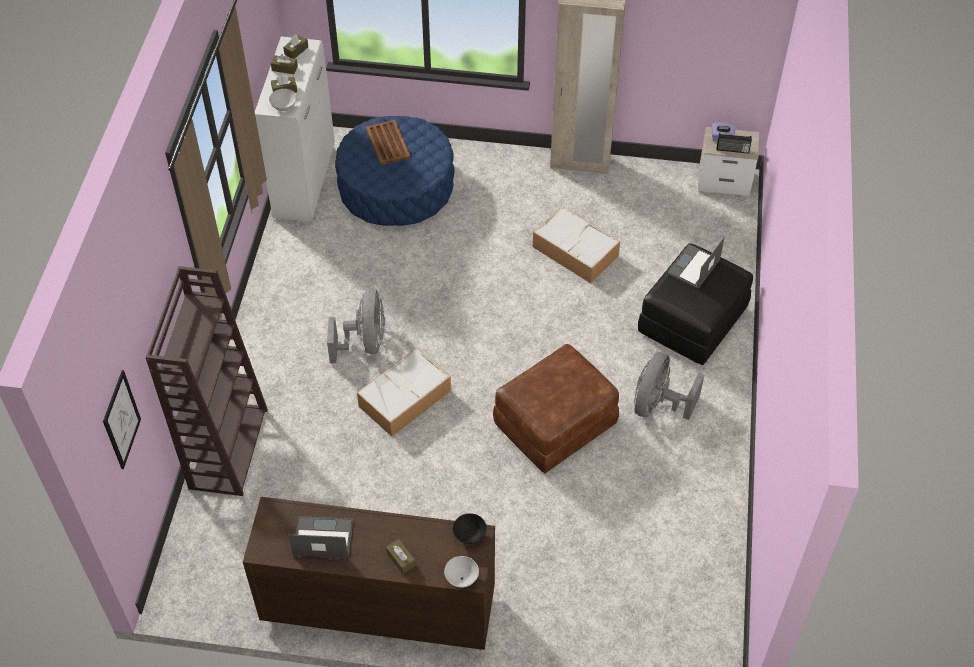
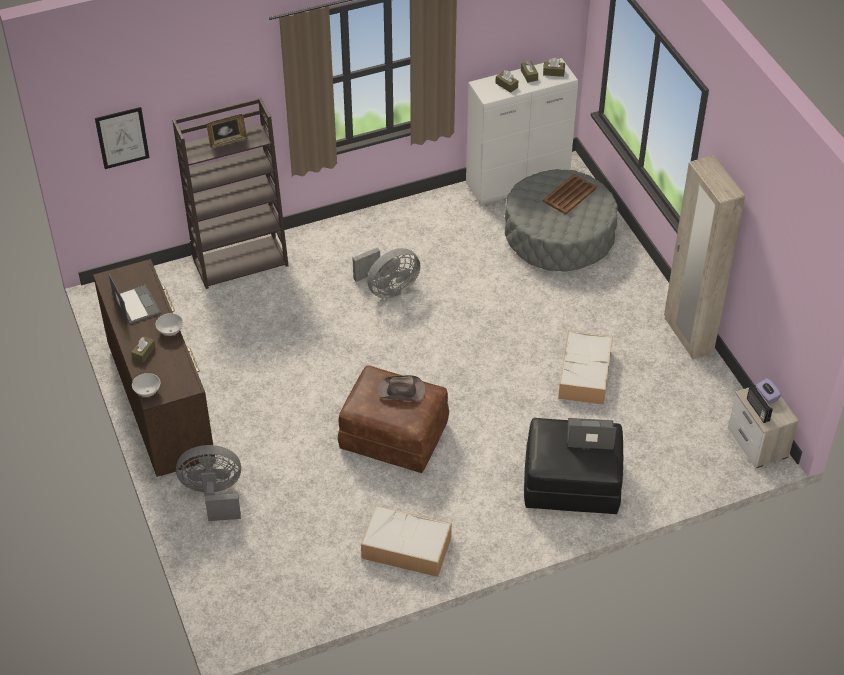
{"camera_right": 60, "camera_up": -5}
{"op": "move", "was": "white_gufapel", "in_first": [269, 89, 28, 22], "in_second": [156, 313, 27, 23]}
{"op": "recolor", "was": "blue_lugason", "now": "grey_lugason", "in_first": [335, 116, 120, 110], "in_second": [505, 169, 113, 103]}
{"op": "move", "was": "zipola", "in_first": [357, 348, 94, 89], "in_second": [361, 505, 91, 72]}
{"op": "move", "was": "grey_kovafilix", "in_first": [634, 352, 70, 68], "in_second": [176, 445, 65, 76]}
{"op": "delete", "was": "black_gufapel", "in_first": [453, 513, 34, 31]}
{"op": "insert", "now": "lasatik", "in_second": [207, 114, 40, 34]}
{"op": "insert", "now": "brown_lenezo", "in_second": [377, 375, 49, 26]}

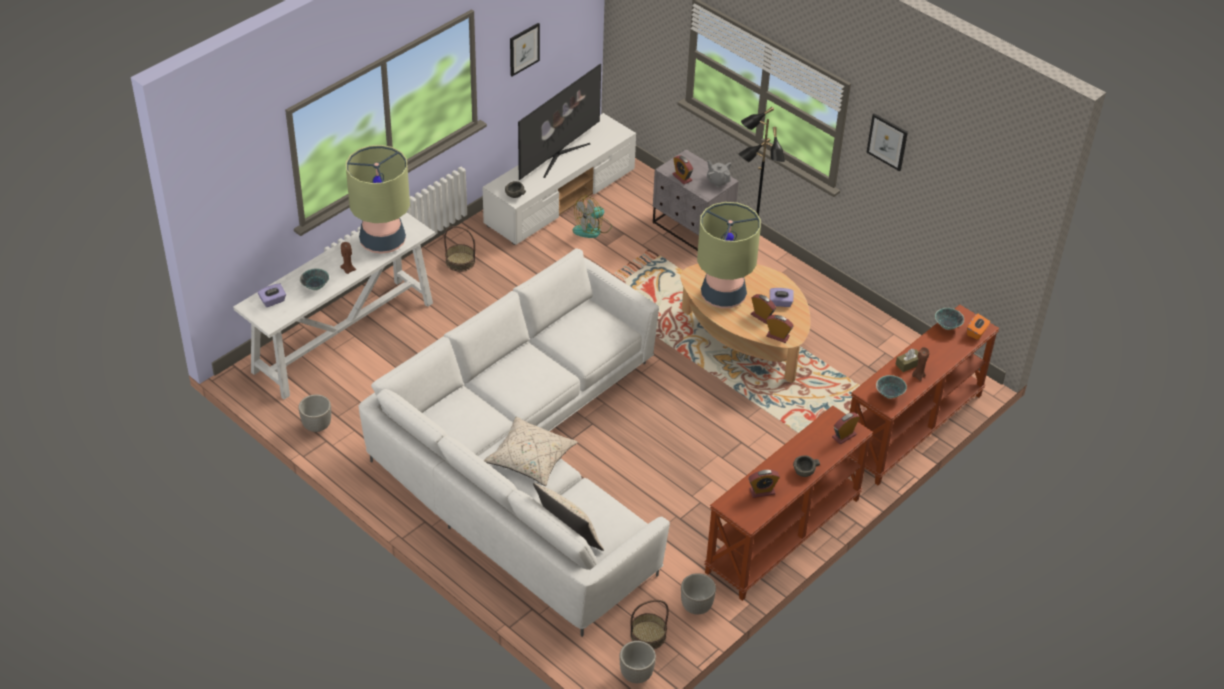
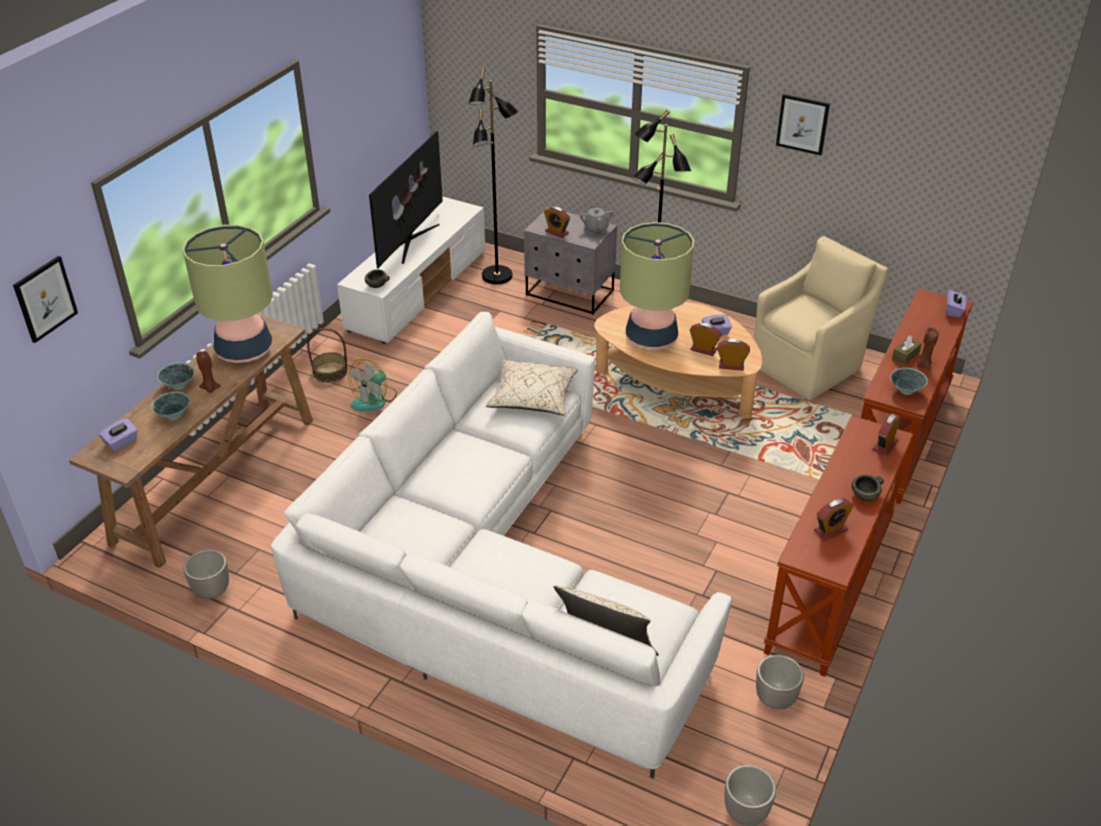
{"camera_right": -15, "camera_up": -5}
{"op": "move", "was": "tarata", "in_first": [510, 23, 30, 53], "in_second": [13, 256, 65, 87]}
{"op": "rotate", "was": "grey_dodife", "in_first": [707, 160, 24, 27], "in_second": [580, 204, 33, 30], "clockwise": 45}
{"op": "move", "was": "kovafilix", "in_first": [572, 195, 40, 43], "in_second": [348, 359, 49, 52]}
{"op": "recolor", "was": "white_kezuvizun", "now": "brown_kezuvizun", "in_first": [233, 212, 202, 188], "in_second": [69, 313, 244, 255]}
{"op": "move", "was": "gufapel", "in_first": [935, 308, 29, 22], "in_second": [157, 363, 38, 26]}
{"op": "recolor", "was": "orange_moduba", "now": "purple_moduba", "in_first": [967, 314, 23, 26], "in_second": [946, 290, 20, 28]}
{"op": "move", "was": "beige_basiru", "in_first": [484, 417, 93, 69], "in_second": [486, 359, 92, 57]}
{"op": "delete", "was": "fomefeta", "in_first": [630, 600, 39, 49]}
{"op": "insert", "now": "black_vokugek", "in_second": [468, 68, 51, 216]}
{"op": "insert", "now": "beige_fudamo", "in_second": [754, 236, 134, 164]}

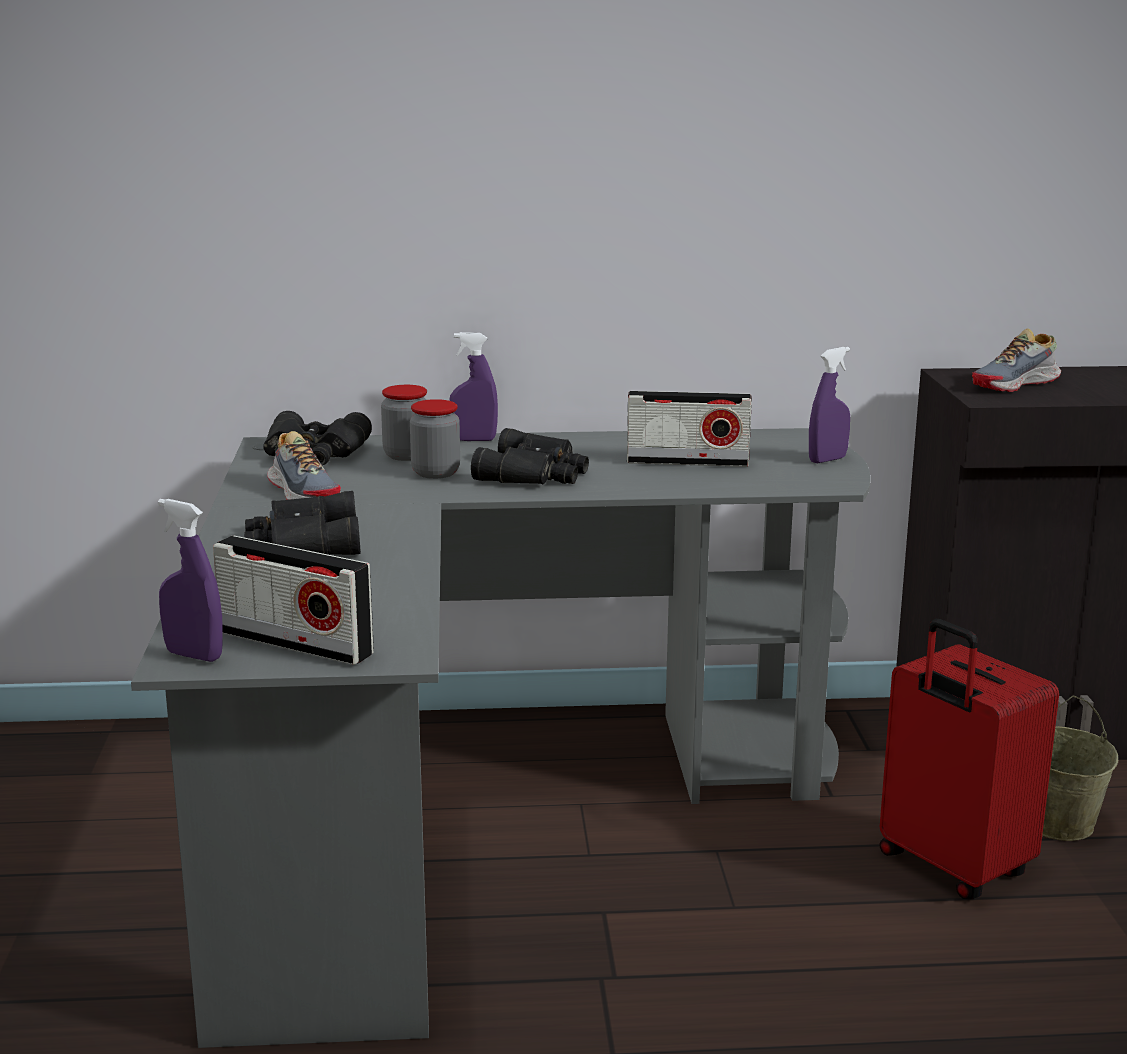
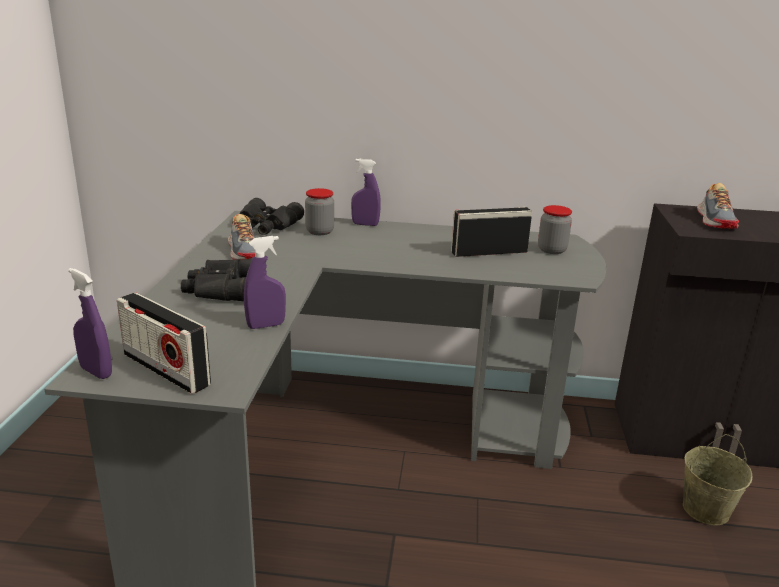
{"camera_right": 10, "camera_up": 5}
{"op": "rotate", "was": "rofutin", "in_first": [972, 328, 89, 64], "in_second": [697, 183, 42, 46], "clockwise": -60}
{"op": "move", "was": "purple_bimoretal", "in_first": [809, 347, 41, 116], "in_second": [244, 236, 42, 93]}
{"op": "rotate", "was": "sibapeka", "in_first": [627, 391, 125, 76], "in_second": [451, 207, 81, 50], "clockwise": 150}
{"op": "move", "was": "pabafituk", "in_first": [410, 399, 50, 80], "in_second": [538, 205, 34, 49]}
{"op": "delete", "was": "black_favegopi", "in_first": [471, 428, 118, 56]}
{"op": "delete", "was": "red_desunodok", "in_first": [879, 619, 180, 280]}

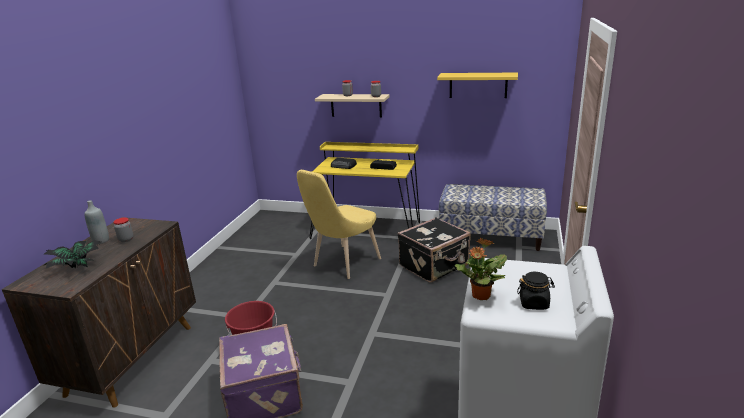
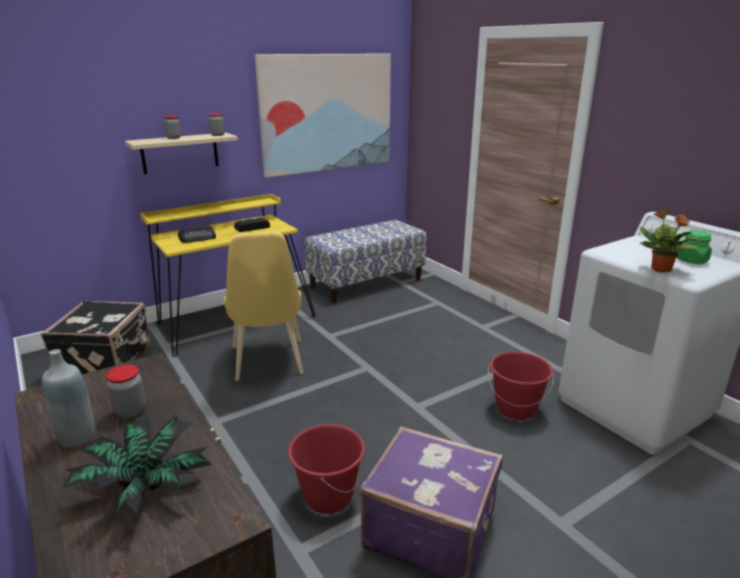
{"camera_right": -50, "camera_up": 0}
{"op": "replace", "was": "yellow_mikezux", "now": "tarata", "in_first": [437, 73, 81, 25], "in_second": [255, 54, 136, 124]}
{"op": "move", "was": "black_desunodok", "in_first": [398, 217, 73, 65], "in_second": [41, 300, 110, 74]}
{"op": "recolor", "was": "black_pabafituk", "now": "green_pabafituk", "in_first": [517, 272, 38, 38], "in_second": [677, 230, 35, 34]}
{"op": "insert", "now": "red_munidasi", "in_second": [488, 352, 66, 68]}

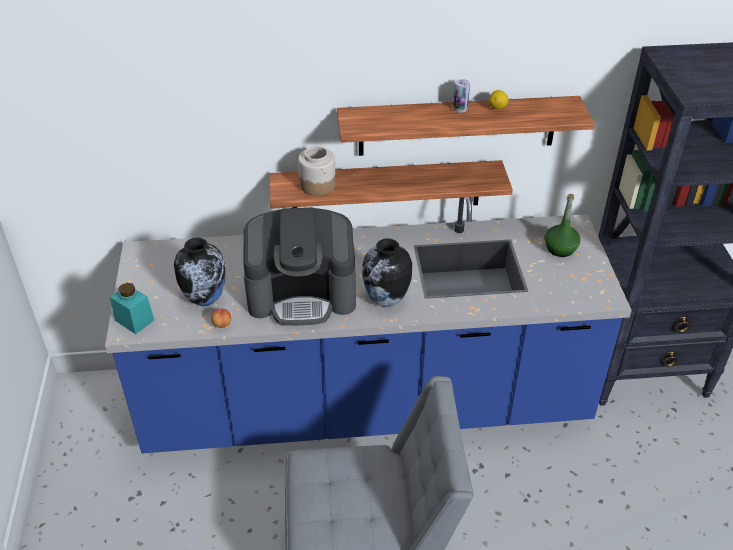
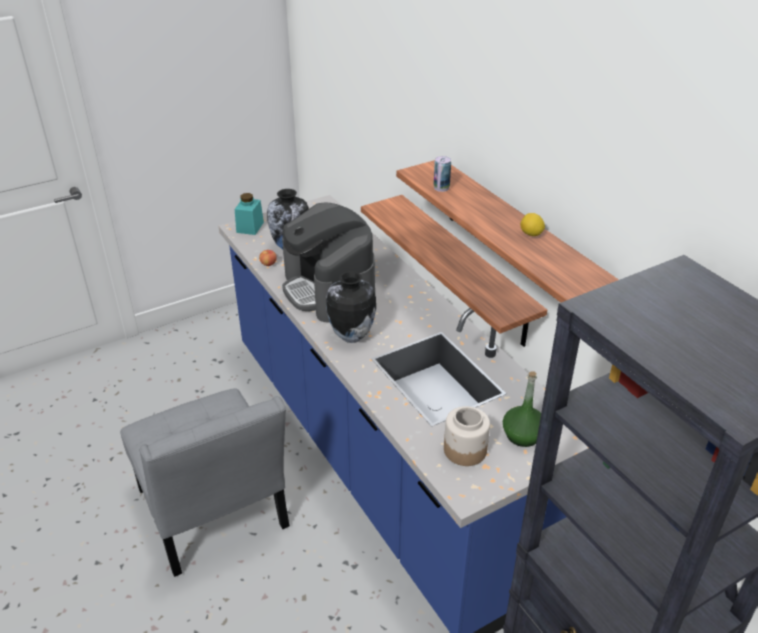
{"camera_right": 65, "camera_up": -5}
{"op": "move", "was": "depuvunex", "in_first": [453, 79, 17, 34], "in_second": [434, 156, 17, 36]}
{"op": "move", "was": "pabafituk", "in_first": [298, 146, 38, 50], "in_second": [444, 406, 46, 60]}

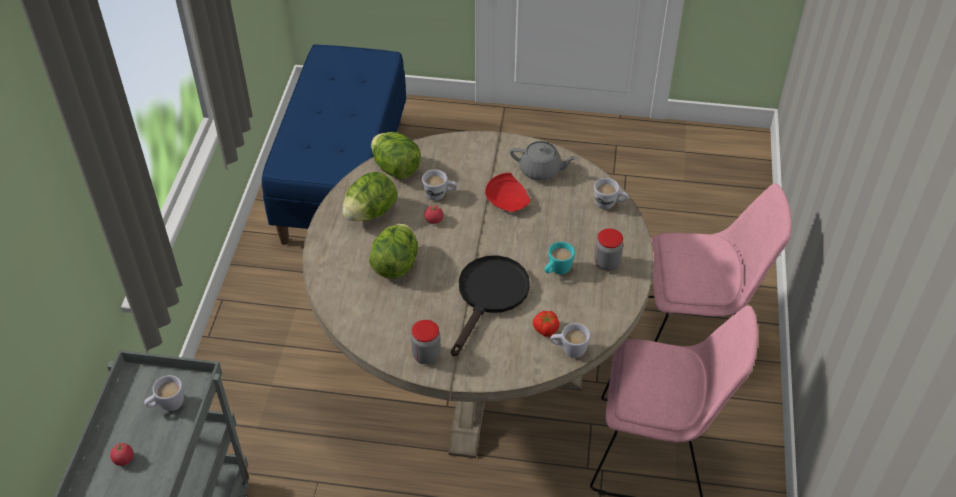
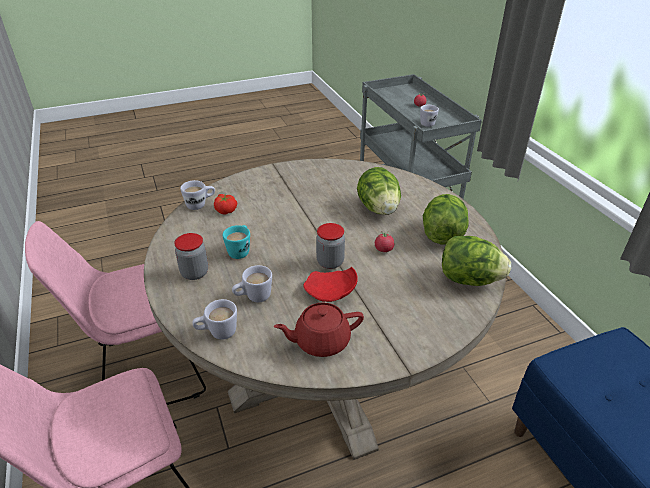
{"camera_right": 150, "camera_up": -10}
{"op": "recolor", "was": "grey_dodife", "now": "red_dodife", "in_first": [510, 141, 67, 40], "in_second": [274, 303, 90, 54]}
{"op": "move", "was": "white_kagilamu", "in_first": [422, 169, 35, 32], "in_second": [232, 265, 40, 37]}
{"op": "delete", "was": "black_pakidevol", "in_first": [451, 255, 79, 102]}
{"op": "move", "was": "pabafituk", "in_first": [411, 320, 30, 44], "in_second": [316, 223, 29, 46]}

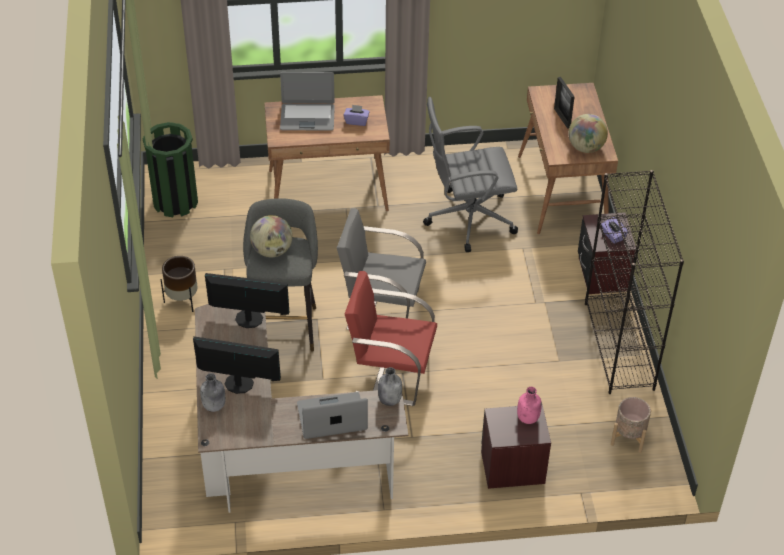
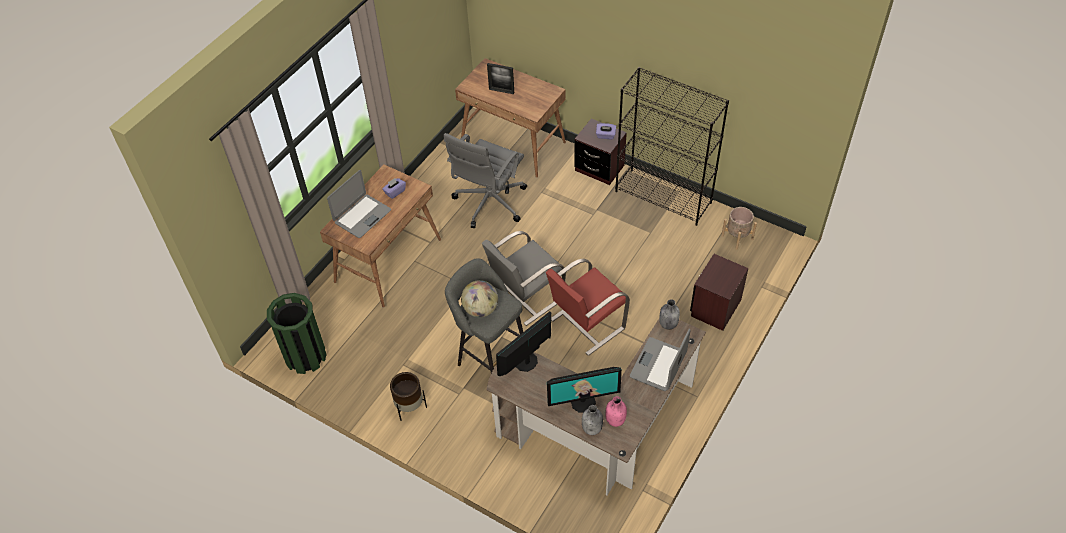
{"camera_right": -50, "camera_up": 5}
{"op": "delete", "was": "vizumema", "in_first": [568, 114, 40, 39]}
{"op": "rotate", "was": "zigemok", "in_first": [193, 336, 88, 58], "in_second": [547, 367, 75, 46], "clockwise": -150}
{"op": "move", "was": "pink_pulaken", "in_first": [517, 387, 25, 37], "in_second": [605, 396, 22, 31]}

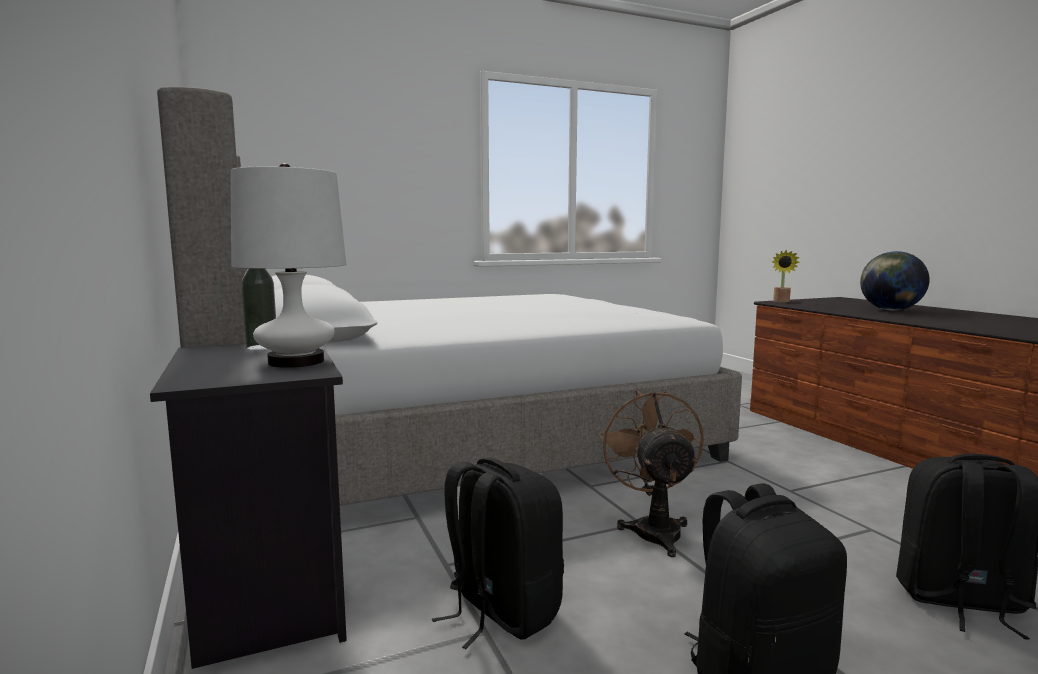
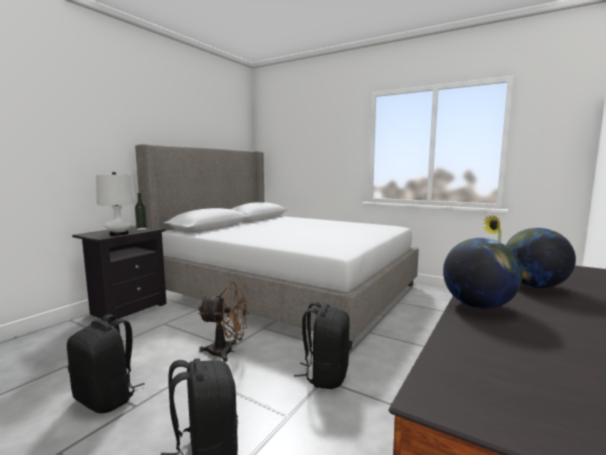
{"camera_right": 55, "camera_up": 0}
{"op": "rotate", "was": "brown_kovafilix", "in_first": [599, 390, 105, 167], "in_second": [198, 282, 52, 80], "clockwise": 45}
{"op": "move", "was": "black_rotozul", "in_first": [432, 458, 132, 191], "in_second": [294, 302, 56, 87]}
{"op": "insert", "now": "vizumema", "in_second": [443, 238, 80, 71]}

